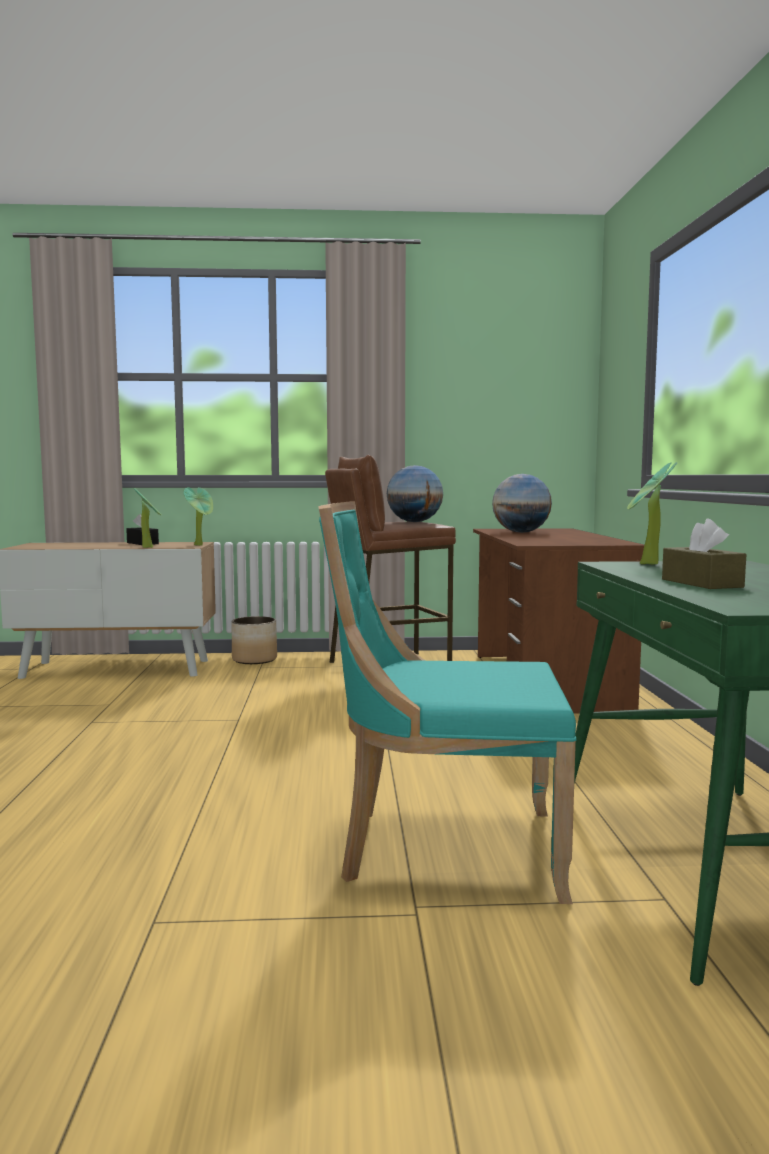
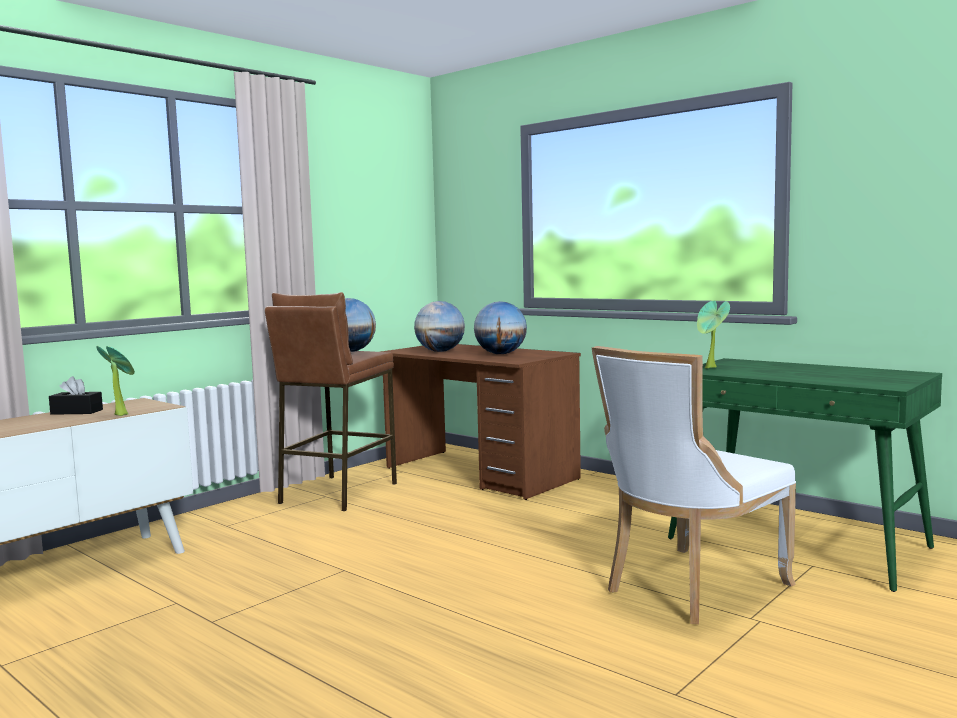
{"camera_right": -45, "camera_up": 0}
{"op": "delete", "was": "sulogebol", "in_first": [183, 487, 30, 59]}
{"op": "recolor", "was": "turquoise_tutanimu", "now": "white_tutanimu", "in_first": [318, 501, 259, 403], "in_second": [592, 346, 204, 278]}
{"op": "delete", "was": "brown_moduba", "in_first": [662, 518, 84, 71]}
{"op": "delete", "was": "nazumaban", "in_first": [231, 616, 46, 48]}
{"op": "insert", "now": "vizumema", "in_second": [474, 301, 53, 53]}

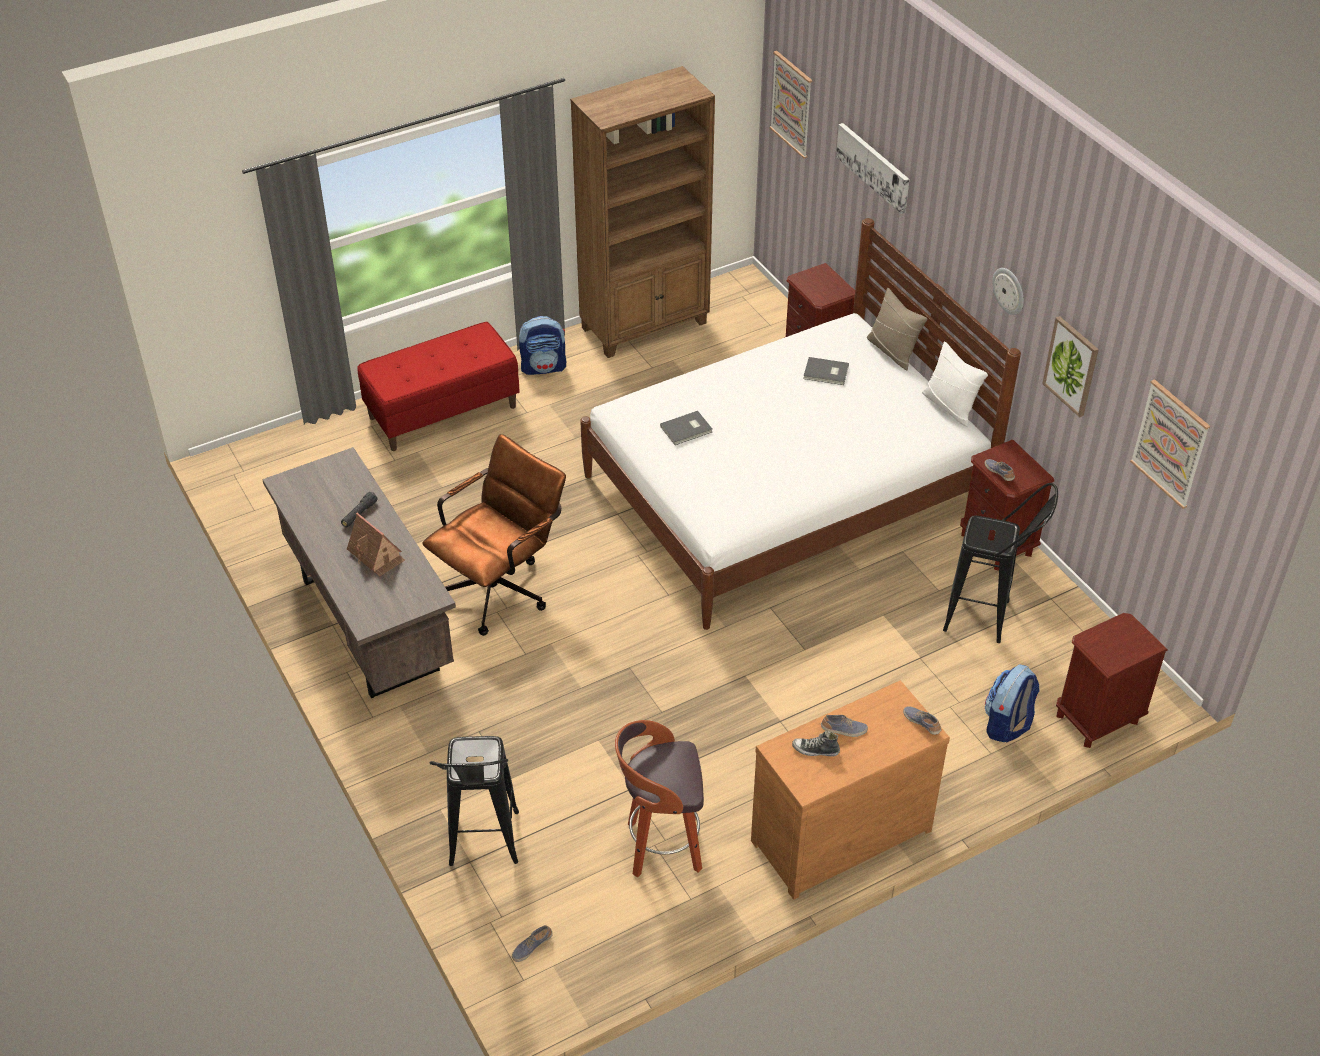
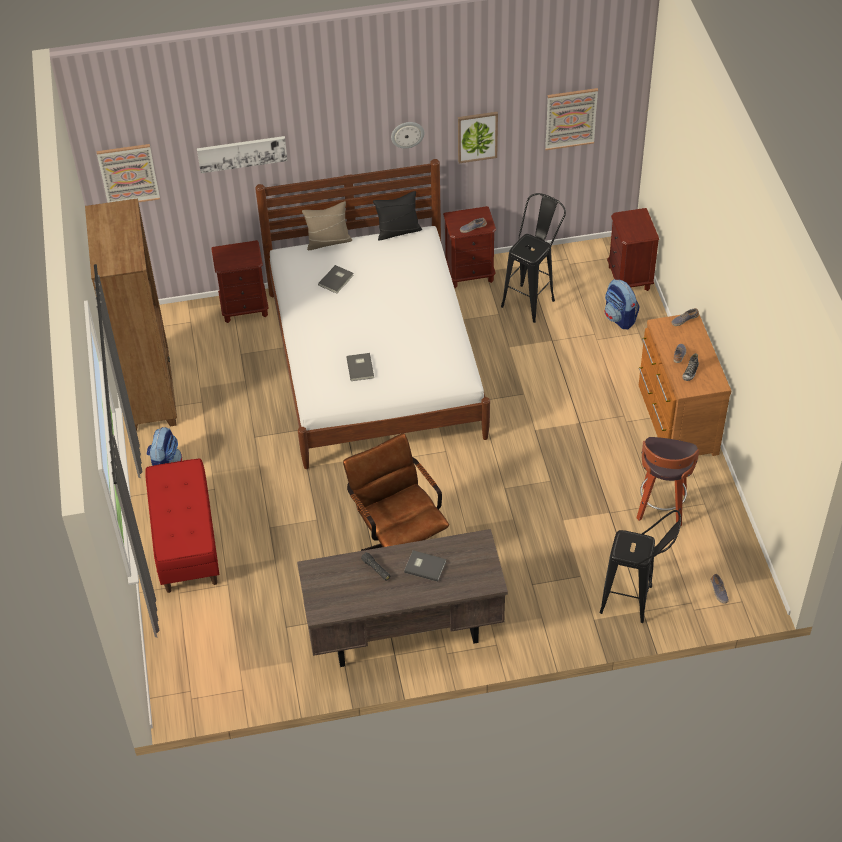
{"camera_right": -70, "camera_up": 5}
{"op": "recolor", "was": "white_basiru", "now": "black_basiru", "in_first": [922, 341, 66, 86], "in_second": [373, 191, 49, 49]}
{"op": "replace", "was": "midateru", "now": "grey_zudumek", "in_first": [347, 513, 58, 63], "in_second": [404, 550, 42, 32]}

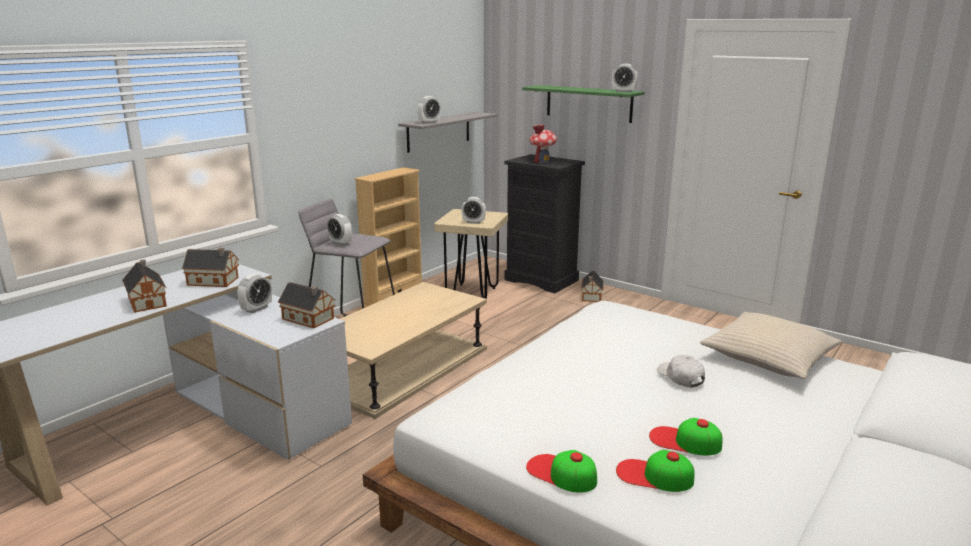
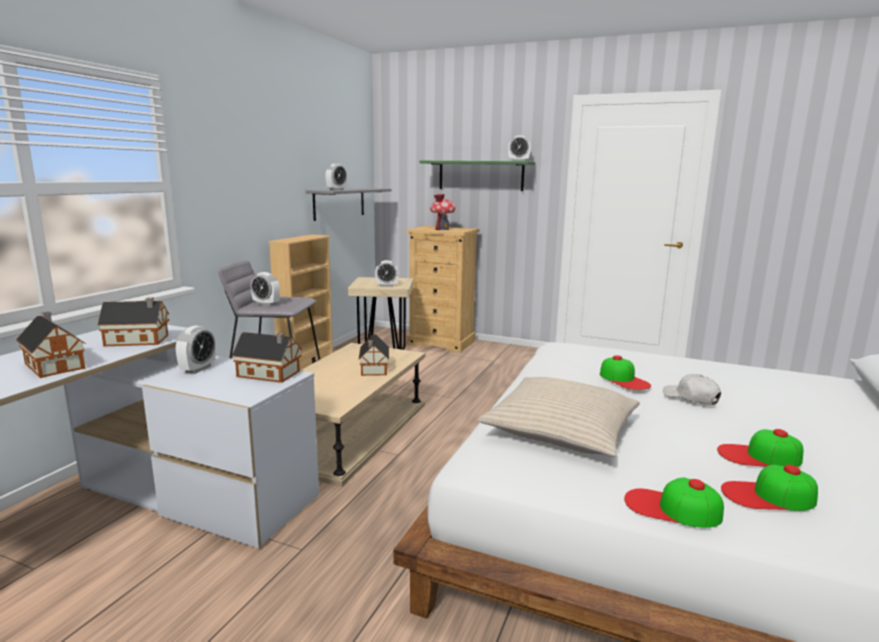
{"camera_right": -15, "camera_up": -5}
{"op": "recolor", "was": "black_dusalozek", "now": "beige_dusalozek", "in_first": [504, 154, 81, 139], "in_second": [406, 226, 73, 127]}
{"op": "move", "was": "midateru", "in_first": [581, 271, 22, 31], "in_second": [358, 334, 31, 42]}
{"op": "move", "was": "beige_basiru", "in_first": [700, 312, 142, 67], "in_second": [478, 377, 162, 80]}
{"op": "insert", "now": "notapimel", "in_second": [600, 355, 51, 35]}

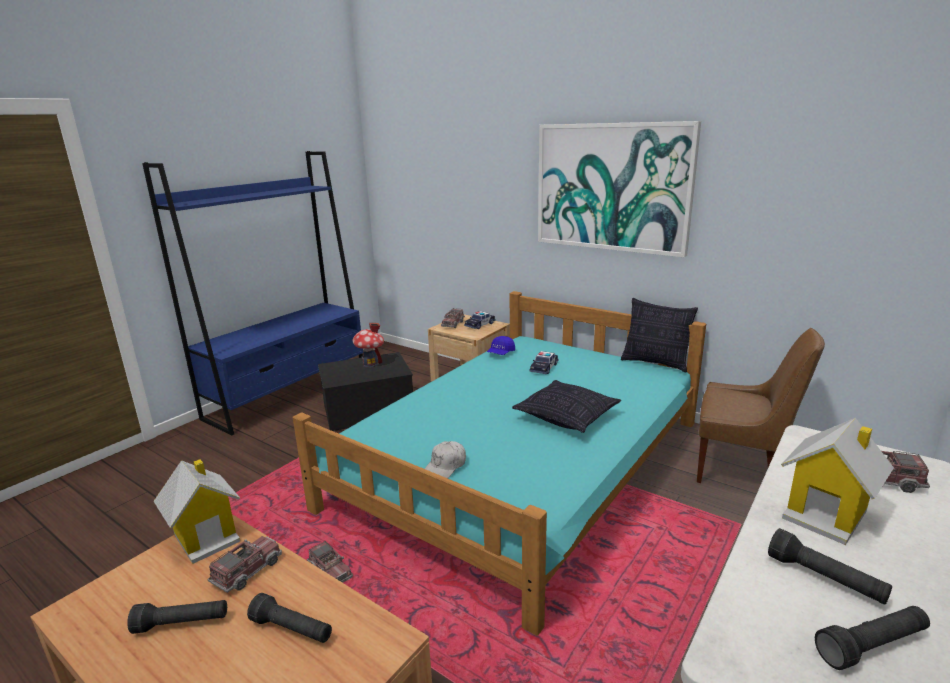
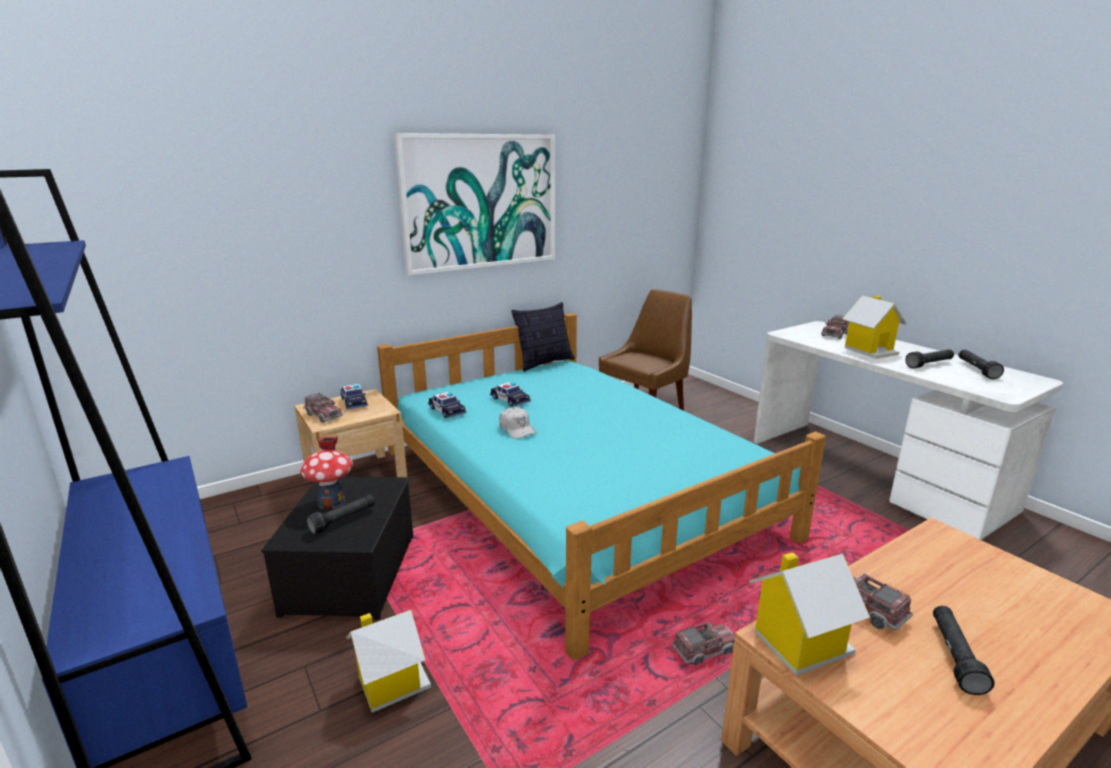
{"camera_right": -70, "camera_up": 0}
{"op": "replace", "was": "blue_notapimel", "now": "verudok", "in_first": [487, 336, 28, 19], "in_second": [428, 392, 38, 26]}
{"op": "delete", "was": "basiru", "in_first": [512, 380, 109, 53]}
{"op": "move", "was": "white_notapimel", "in_first": [424, 441, 42, 37], "in_second": [499, 407, 38, 32]}
{"op": "move", "was": "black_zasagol", "in_first": [247, 593, 85, 50], "in_second": [306, 495, 69, 40]}
{"op": "insert", "now": "midateru", "in_second": [346, 610, 85, 103]}

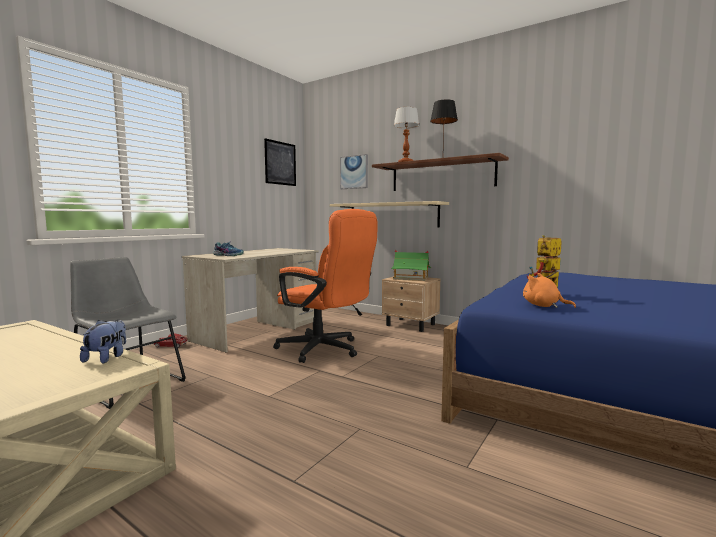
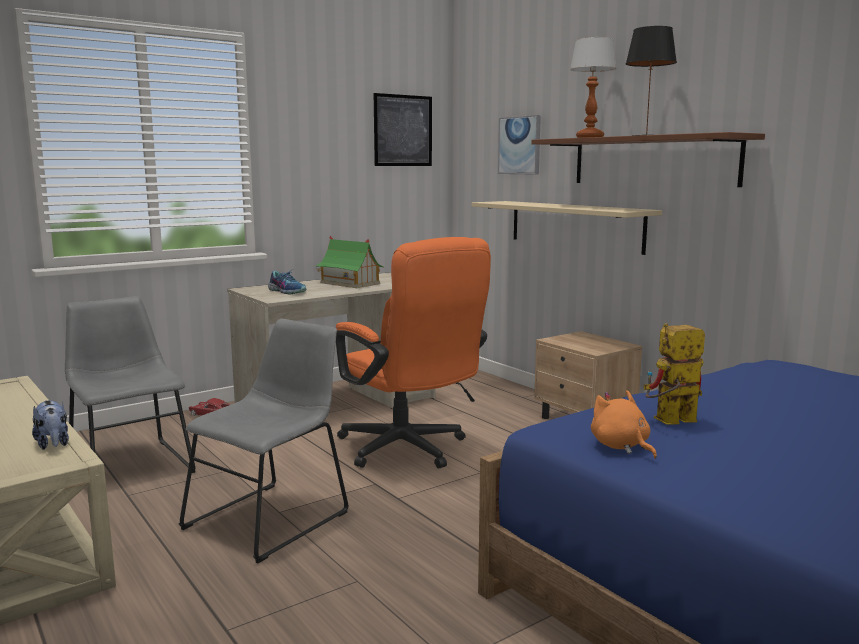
{"camera_right": 20, "camera_up": 5}
{"op": "move", "was": "midateru", "in_first": [391, 250, 40, 31], "in_second": [316, 235, 68, 53]}
{"op": "rotate", "was": "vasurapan", "in_first": [80, 320, 46, 43], "in_second": [32, 400, 37, 50], "clockwise": 120}
{"op": "insert", "now": "grey_tutanimu", "in_second": [178, 319, 171, 244]}

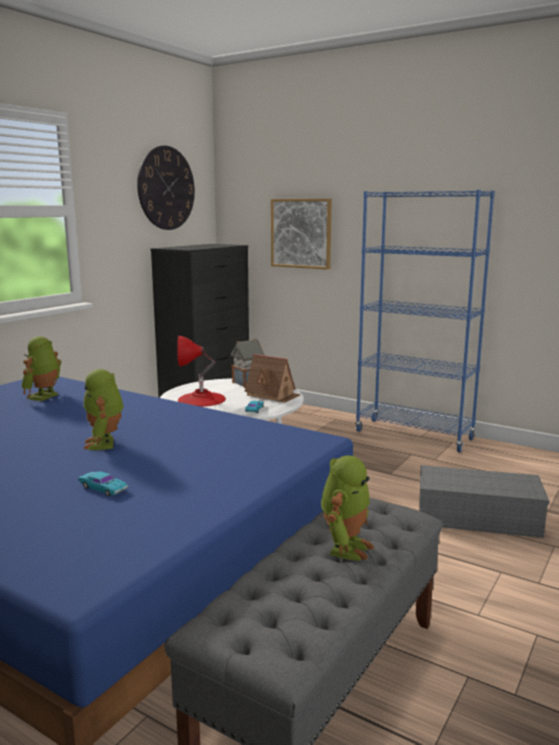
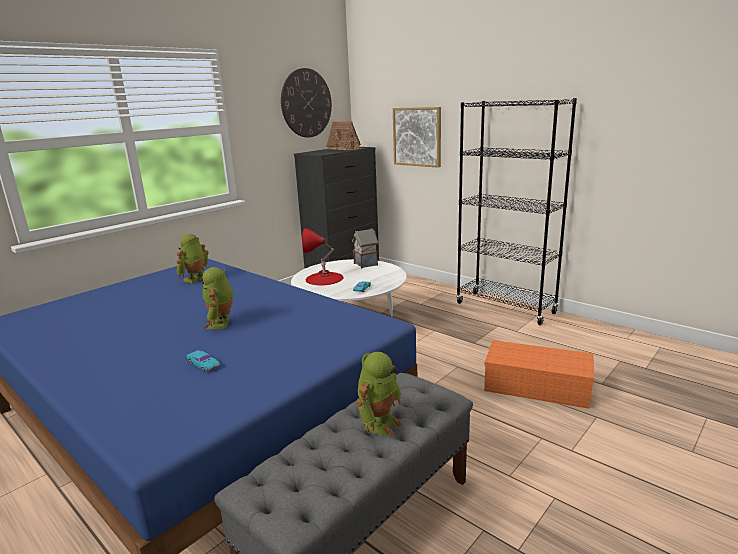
{"camera_right": 10, "camera_up": 5}
{"op": "recolor", "was": "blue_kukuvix", "now": "black_kukuvix", "in_first": [355, 190, 140, 263], "in_second": [456, 98, 121, 227]}
{"op": "move", "was": "midateru", "in_first": [244, 354, 57, 49], "in_second": [327, 121, 35, 29]}
{"op": "recolor", "was": "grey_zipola", "now": "orange_zipola", "in_first": [419, 465, 130, 73], "in_second": [484, 340, 110, 69]}

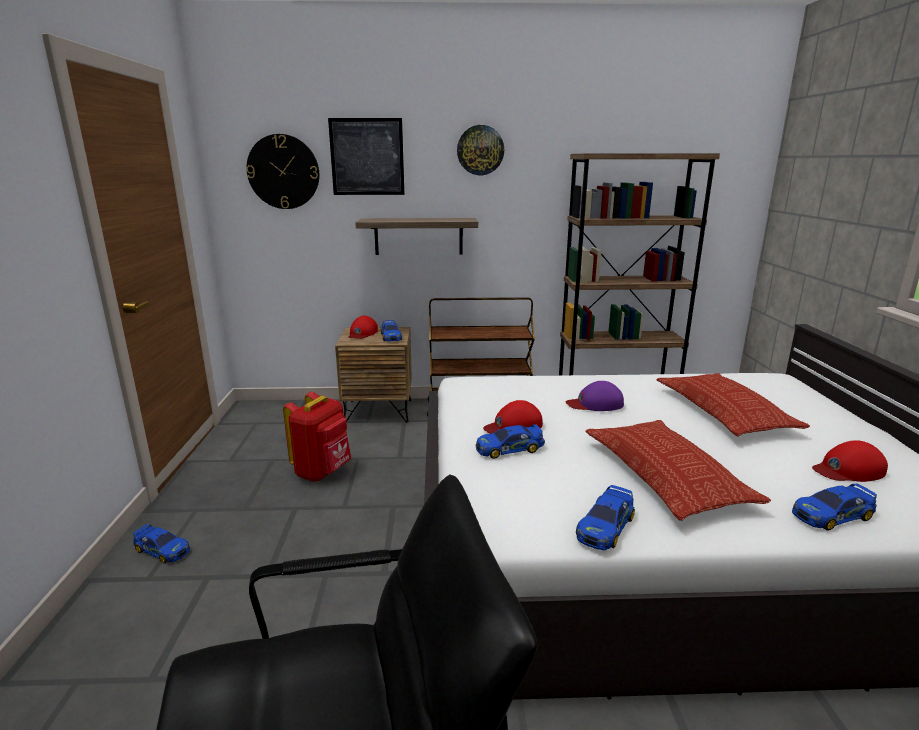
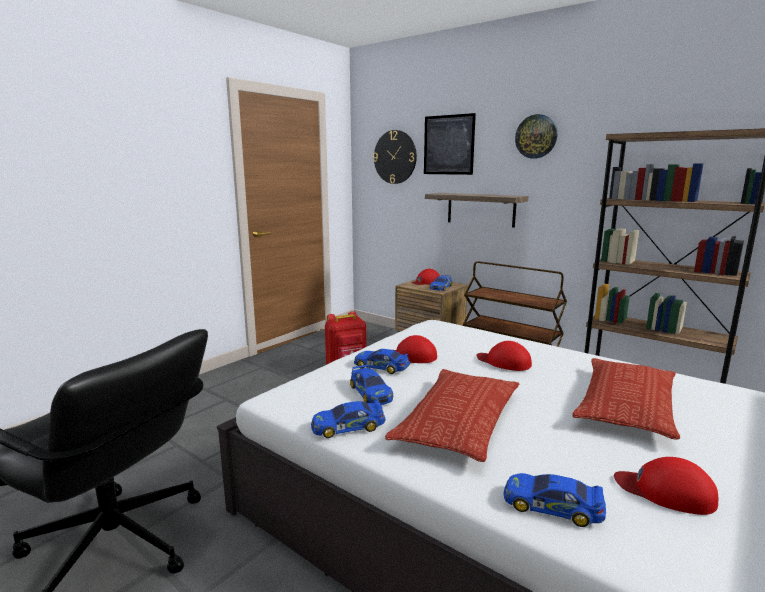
{"camera_right": 40, "camera_up": -5}
{"op": "recolor", "was": "purple_notapimel", "now": "red_notapimel", "in_first": [566, 381, 58, 30], "in_second": [477, 341, 55, 30]}
{"op": "move", "was": "verudok", "in_first": [133, 524, 57, 40], "in_second": [350, 365, 43, 40]}

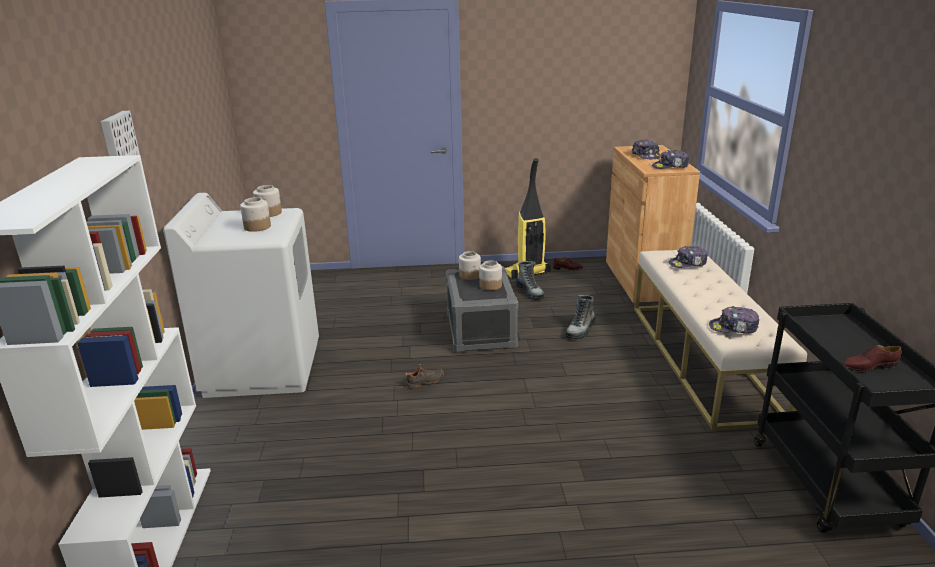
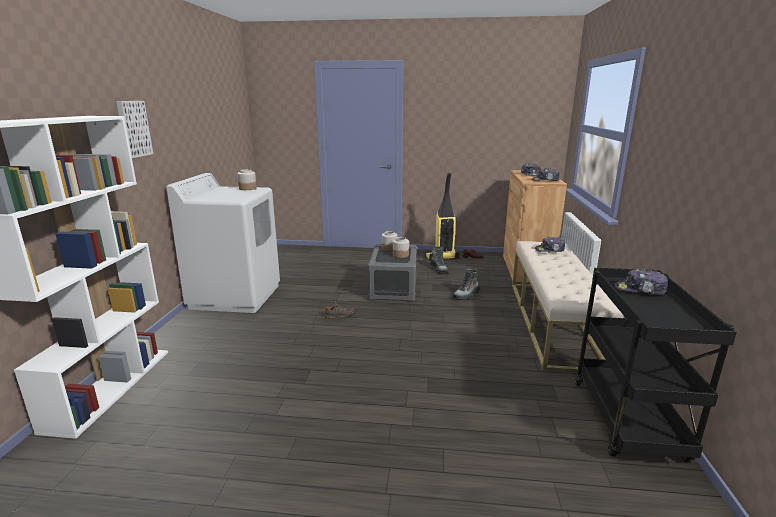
{"camera_right": 10, "camera_up": -5}
{"op": "delete", "was": "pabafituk", "in_first": [240, 197, 31, 35]}
{"op": "move", "was": "notapimel", "in_first": [709, 306, 50, 28], "in_second": [615, 268, 53, 27]}
{"op": "delete", "was": "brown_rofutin", "in_first": [843, 345, 59, 27]}

